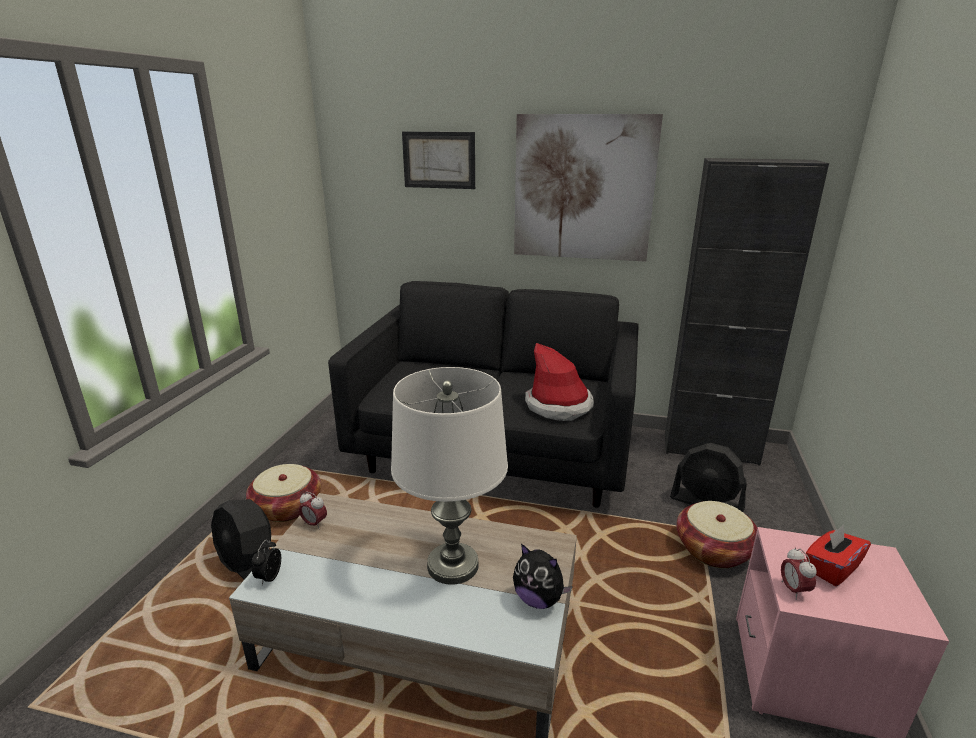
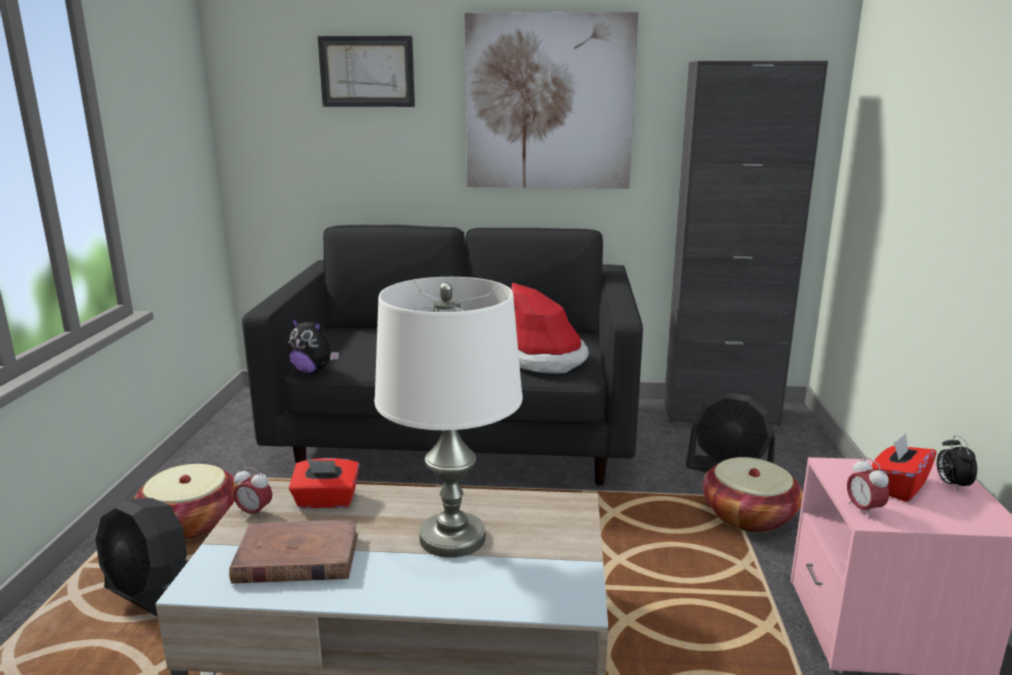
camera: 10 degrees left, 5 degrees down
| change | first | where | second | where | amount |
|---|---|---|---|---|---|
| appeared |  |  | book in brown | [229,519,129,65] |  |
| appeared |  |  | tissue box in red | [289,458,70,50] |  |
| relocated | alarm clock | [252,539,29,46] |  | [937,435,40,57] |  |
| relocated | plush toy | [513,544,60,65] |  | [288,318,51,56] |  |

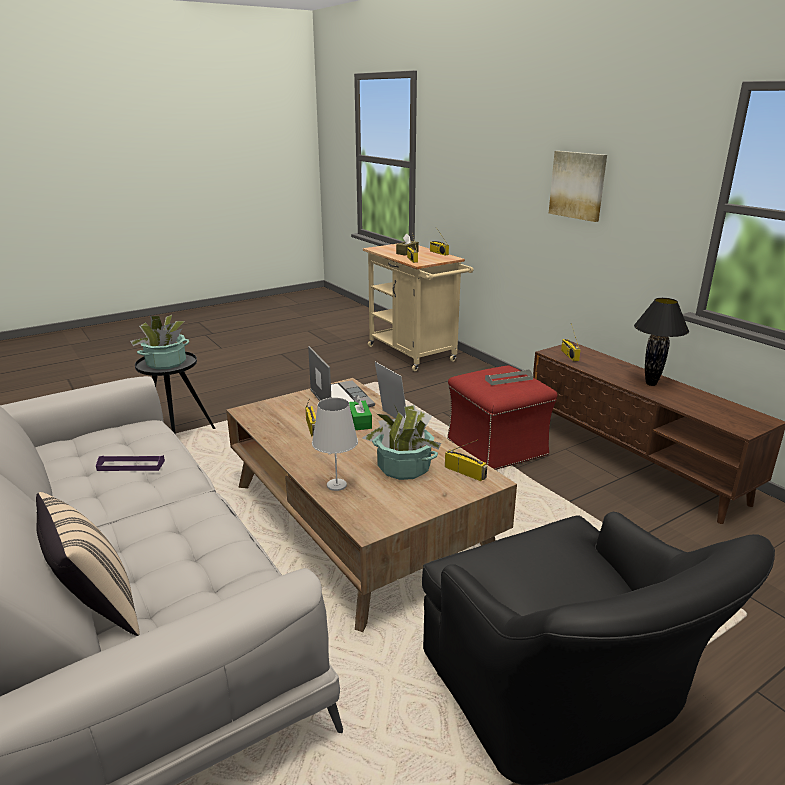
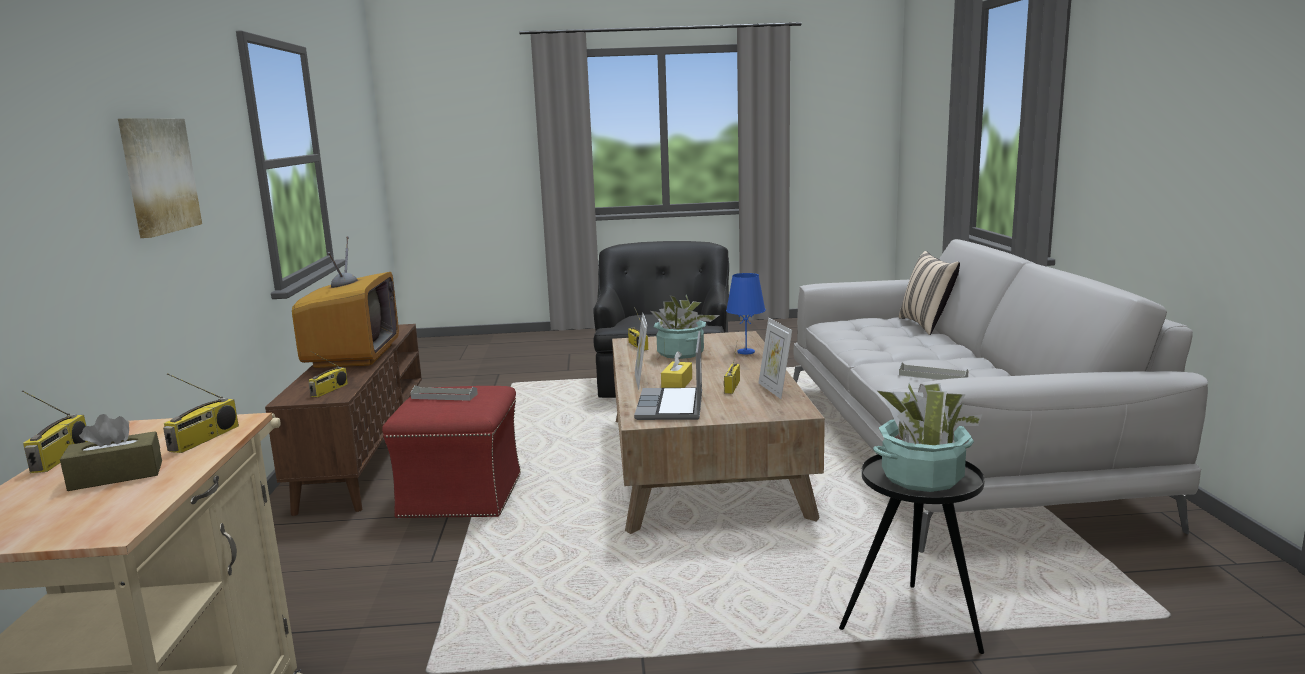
camera: 150 degrees left, 10 degrees down
| change | first | where | second | where | amount |
|---|---|---|---|---|---|
| appeared |  |  | picture frame | [759,318,33,81] |  |
| exchanged | table lamp in black | [634,298,55,88] | television | [292,236,107,132] |  |
| colour | tray in purple | [96,455,69,16] | tray in grey | [899,362,69,18] |  |
| colour | table lamp in white | [312,397,46,94] | table lamp in blue | [726,273,40,81] |  |
| colour | tissue box in green | [349,395,23,35] | tissue box in yellow | [661,351,31,37] |  |

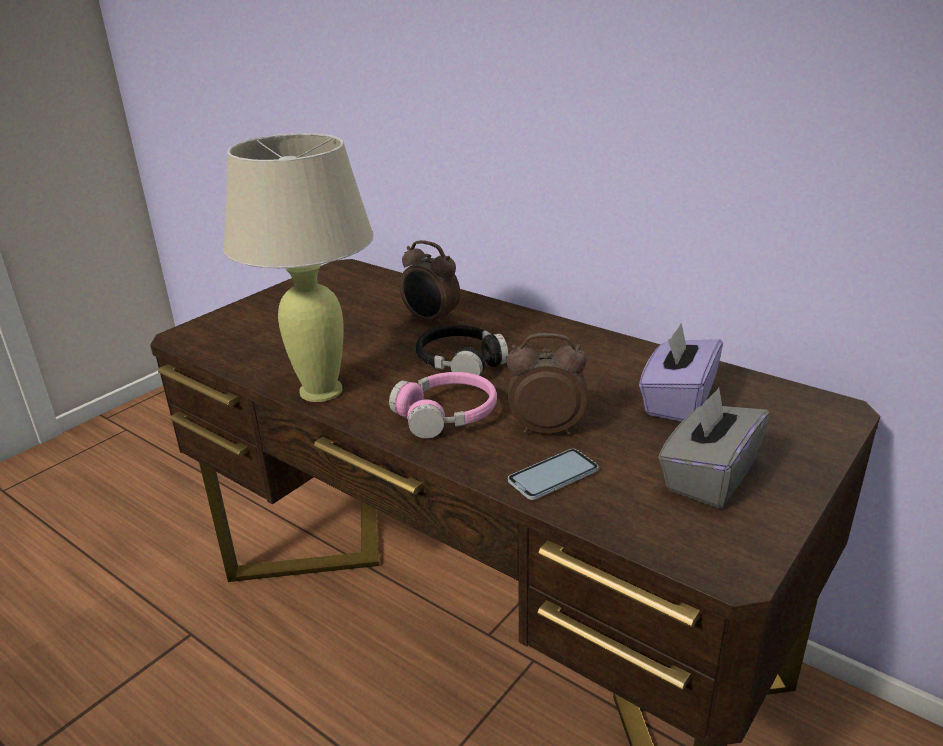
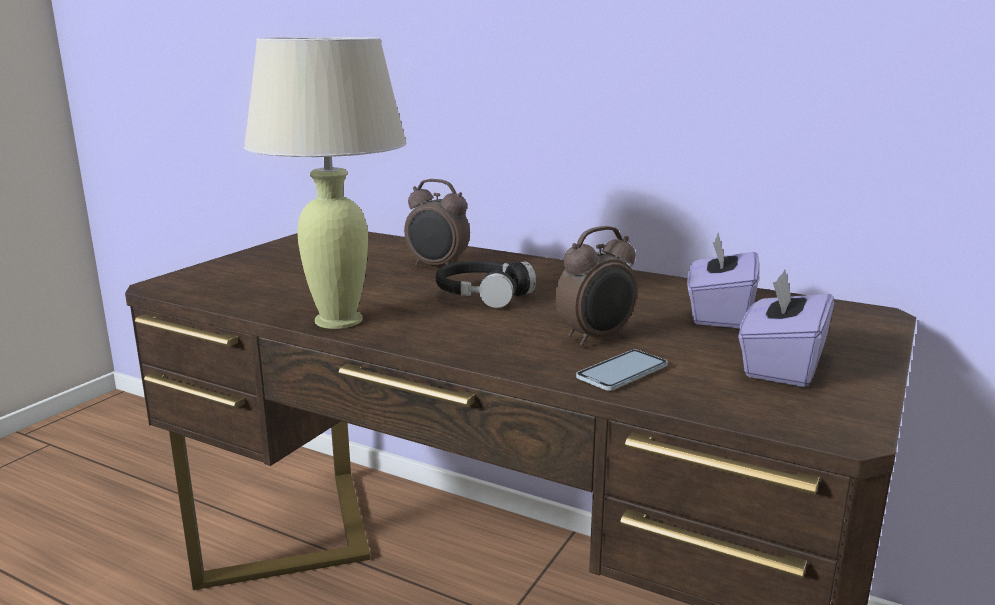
camera: 10 degrees left, 10 degrees down
| change | first | where | second | where | amount |
|---|---|---|---|---|---|
| missing | headphones in pink | [389,372,108,67] |  |  |  |
| colour | tissue box in grey | [658,388,112,120] | tissue box in purple | [738,270,96,117] |  |
| spun | alarm clock | [507,333,80,102] |  | [555,226,83,120] | 150 degrees clockwise |

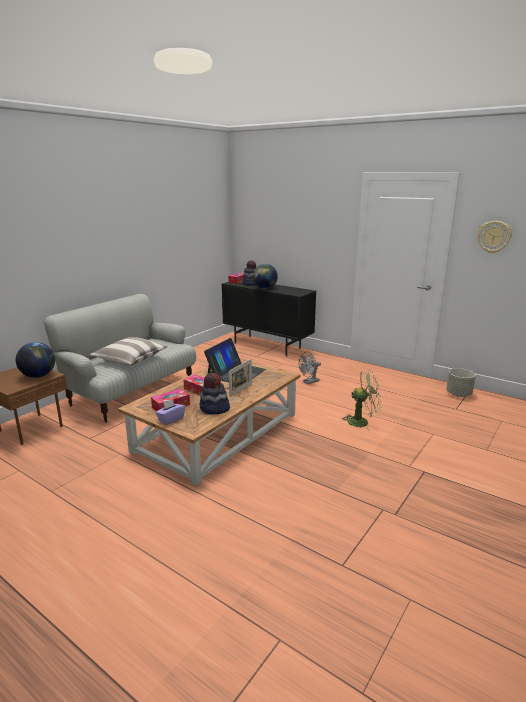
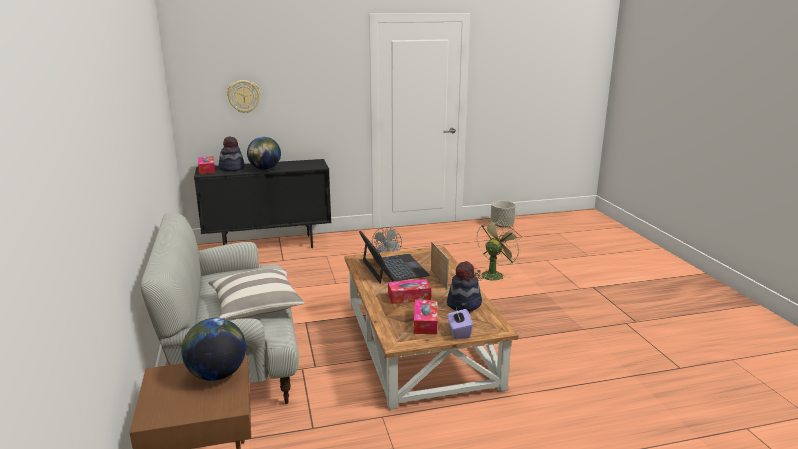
camera: 50 degrees left, 0 degrees up
| change | first | where | second | where | amount |
|---|---|---|---|---|---|
| relocated | wall clock | [477,221,35,32] |  | [227,80,34,33] |  |

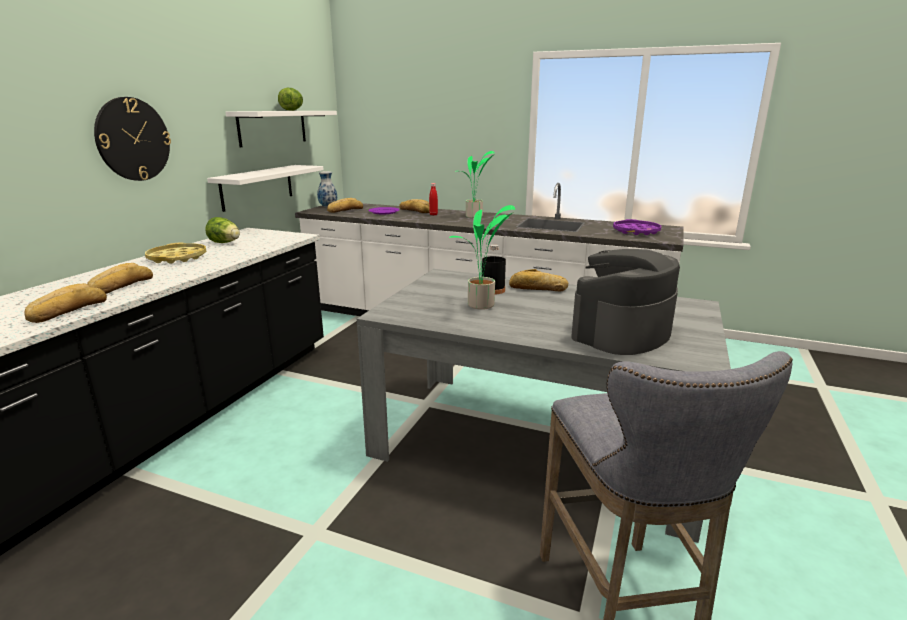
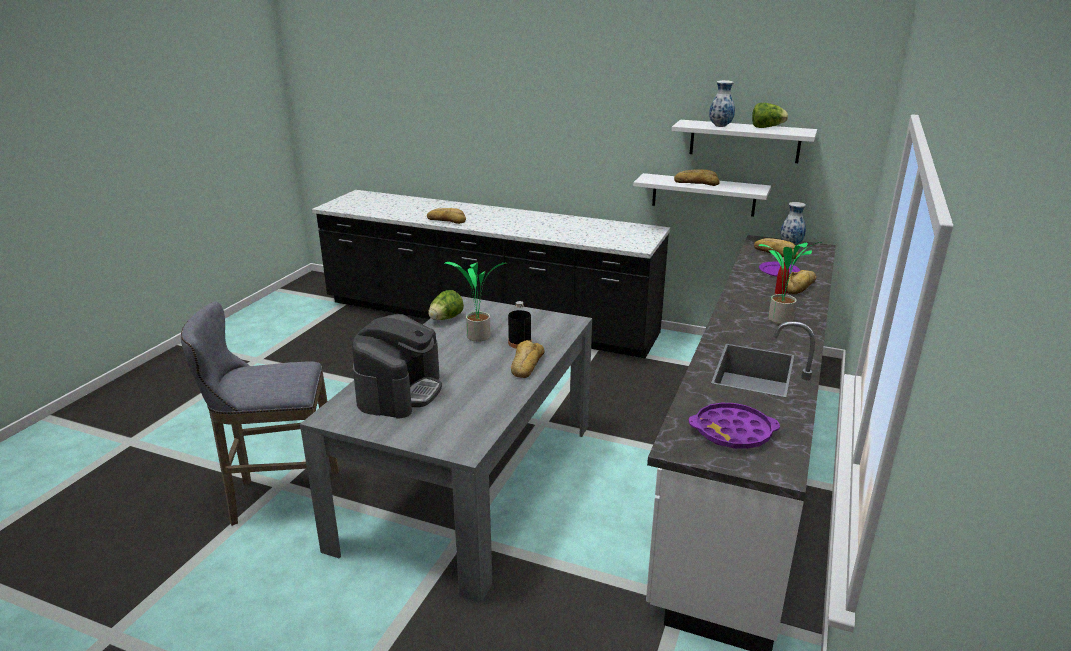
camera: 90 degrees right, 5 degrees up
| change | first | where | second | where | amount |
|---|---|---|---|---|---|
| missing | wall clock | [94,97,77,84] |  |  |  |
| missing | tray in yellow | [145,242,61,21] |  |  |  |
| appeared |  |  | vase | [709,80,26,47] |  |
| relocated | bread | [87,263,66,31] |  | [674,169,46,17] |  |
| relocated | lettuce | [205,217,35,26] |  | [428,290,36,30] |  |
| spun | coffee machine | [571,249,109,106] |  | [352,314,90,104] | 60 degrees clockwise |

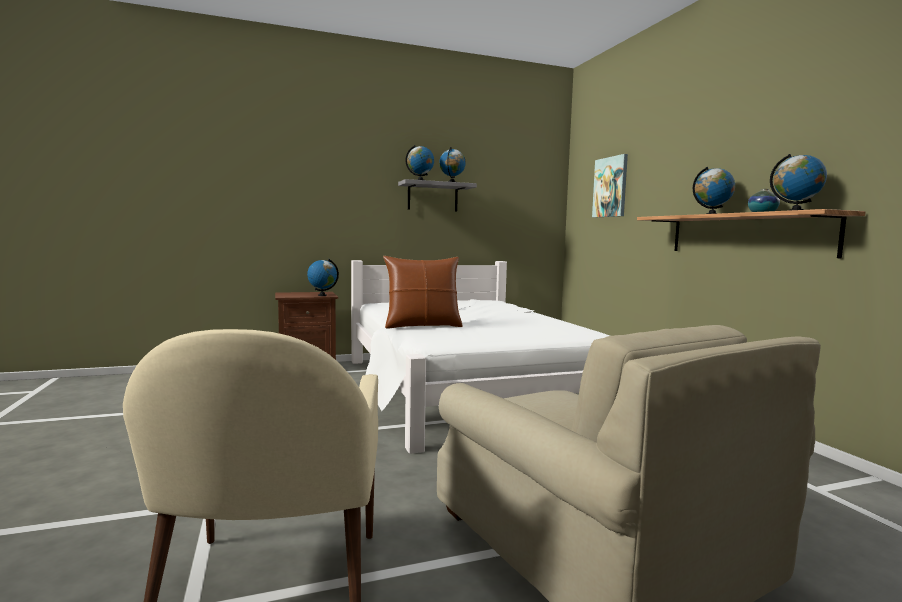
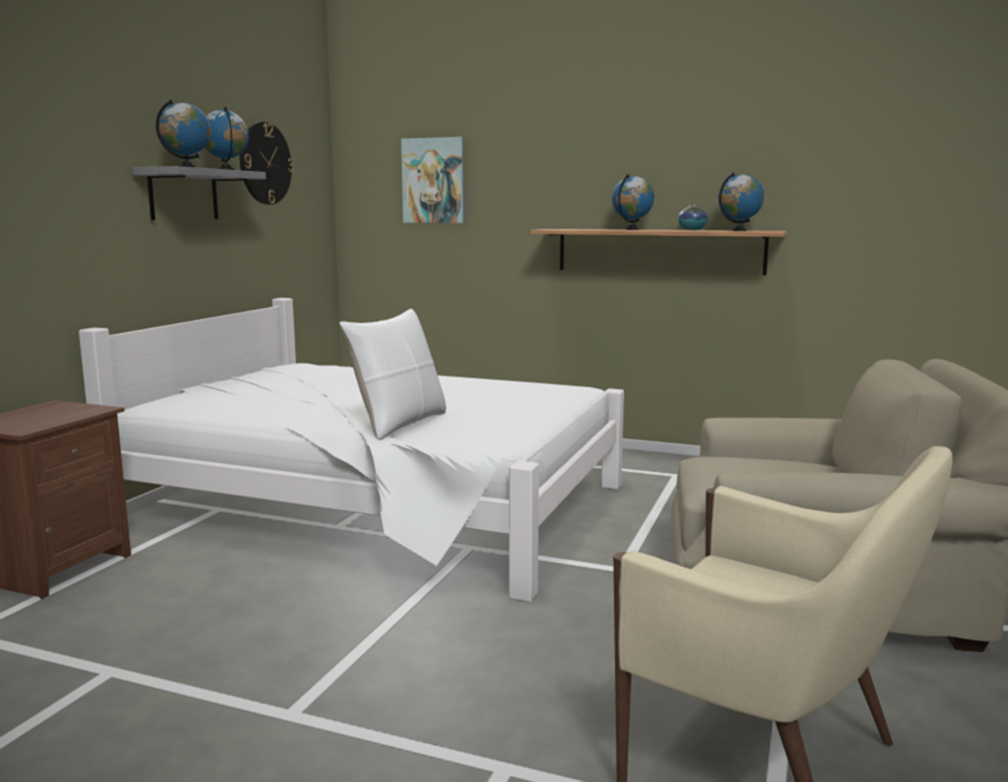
camera: 50 degrees left, 5 degrees up
| change | first | where | second | where | amount |
|---|---|---|---|---|---|
| missing | globe | [307,259,32,37] |  |  |  |
| appeared |  |  | wall clock | [240,122,54,83] |  |
| colour | pillow in brown | [383,256,80,73] | pillow in white | [340,309,106,131] |  |

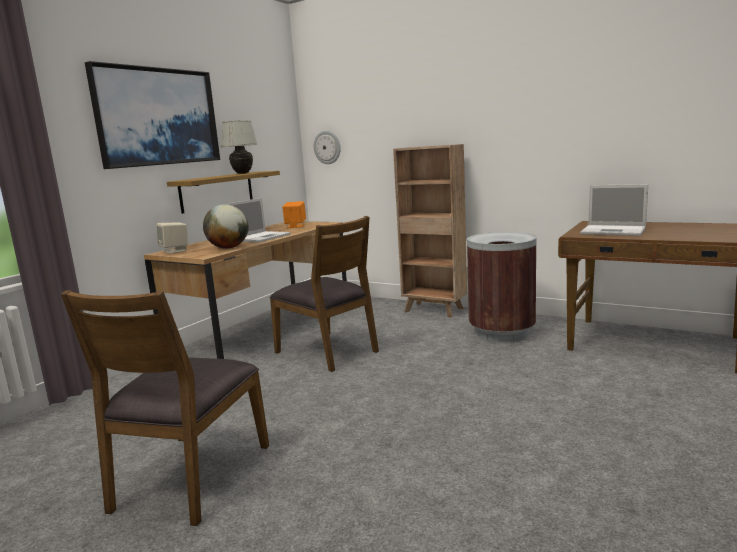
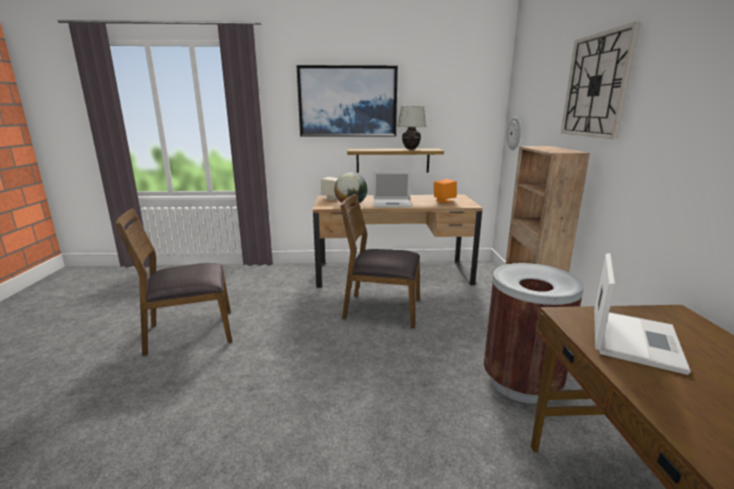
camera: 55 degrees right, 5 degrees up
| change | first | where | second | where | amount |
|---|---|---|---|---|---|
| appeared |  |  | wall clock | [561,22,79,117] |  |
| spun | chair in brown | [270,216,109,156] |  | [340,193,80,135] | 90 degrees clockwise |
| spun | laptop | [580,184,68,52] |  | [594,253,97,122] | 150 degrees counterclockwise |

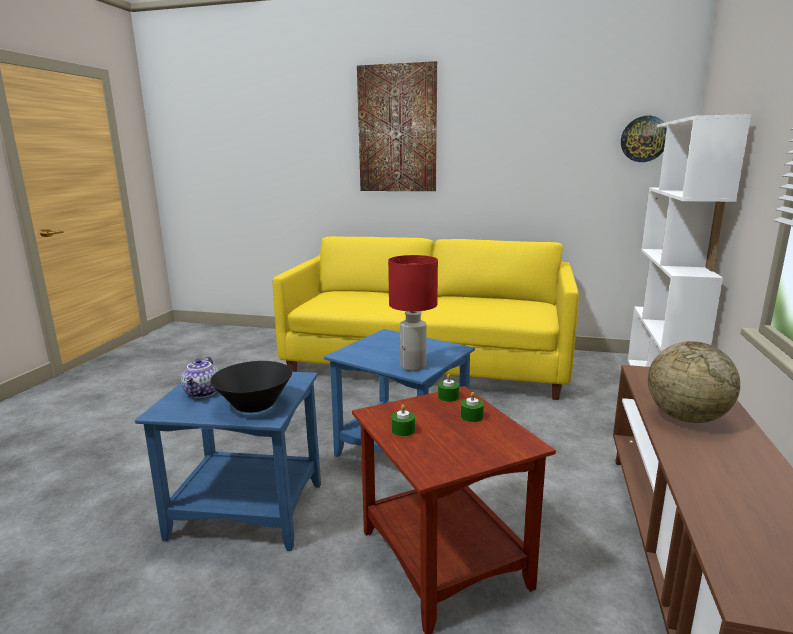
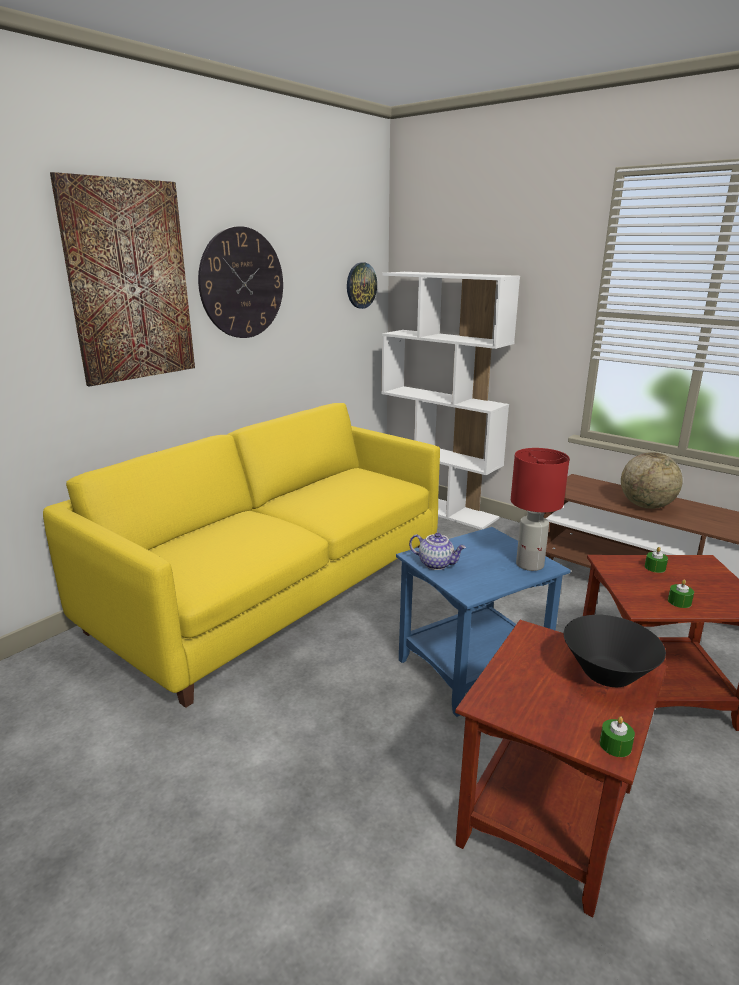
camera: 65 degrees left, 5 degrees up
| change | first | where | second | where | amount |
|---|---|---|---|---|---|
| appeared |  |  | wall clock | [198,226,85,112] |  |
| relocated | teapot | [181,356,38,42] |  | [409,533,57,37] |  |
| relocated | candle in green | [438,374,21,28] |  | [600,716,35,41] |  |
| colour | side table in blue | [135,369,186,182] | side table in brown | [455,620,212,297] |  |

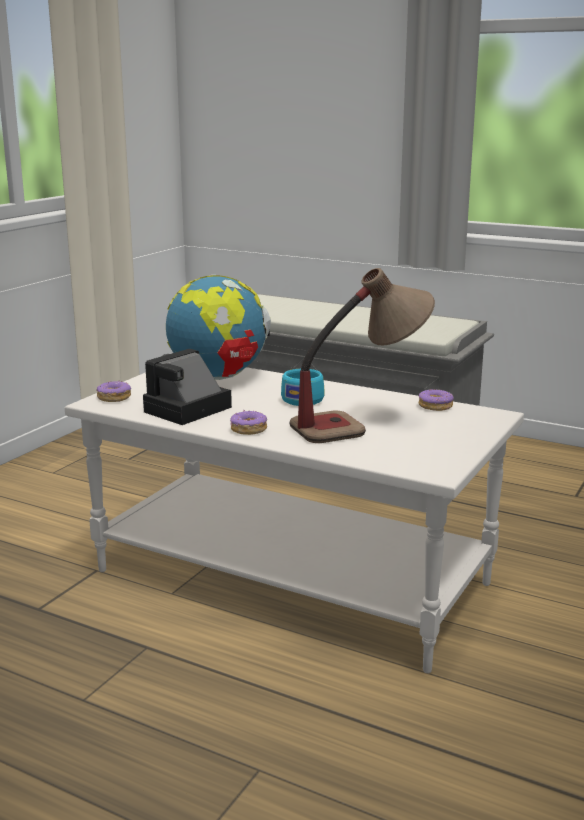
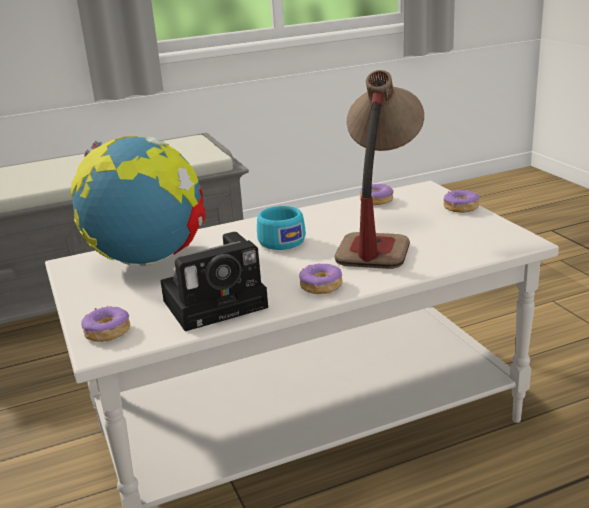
camera: 50 degrees left, 5 degrees up
| change | first | where | second | where | amount |
|---|---|---|---|---|---|
| appeared |  |  | donut | [443,190,36,23] |  |
| spun | photo camera | [143,349,89,76] |  | [161,232,107,99] | 105 degrees counterclockwise |

